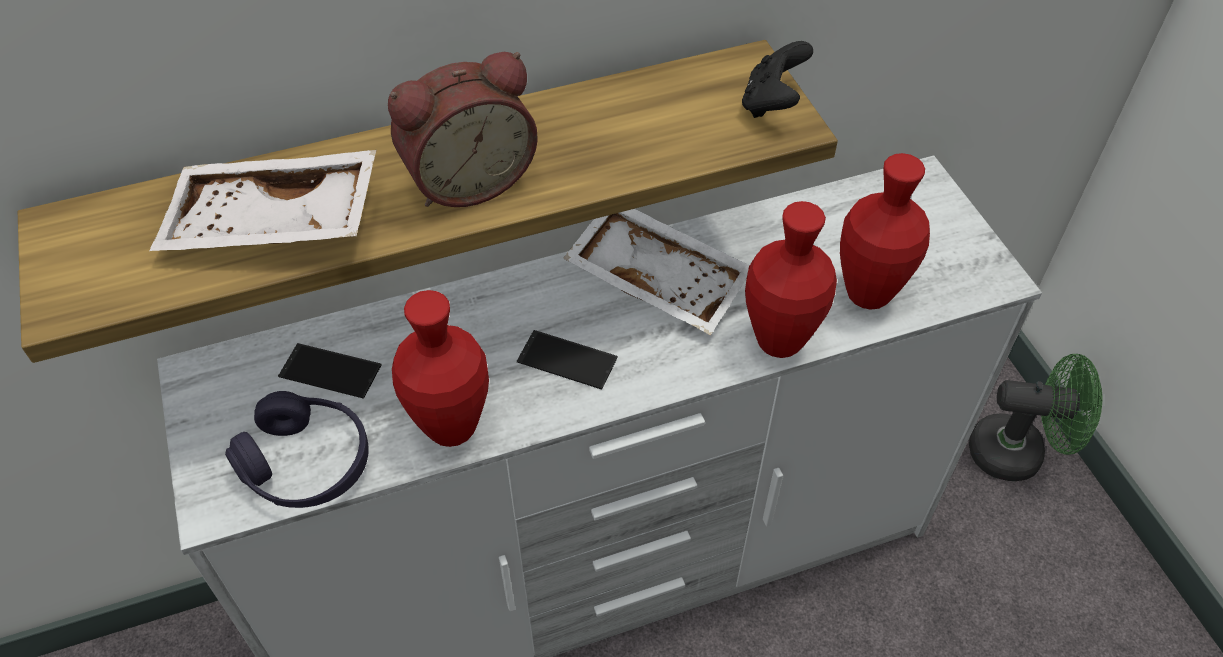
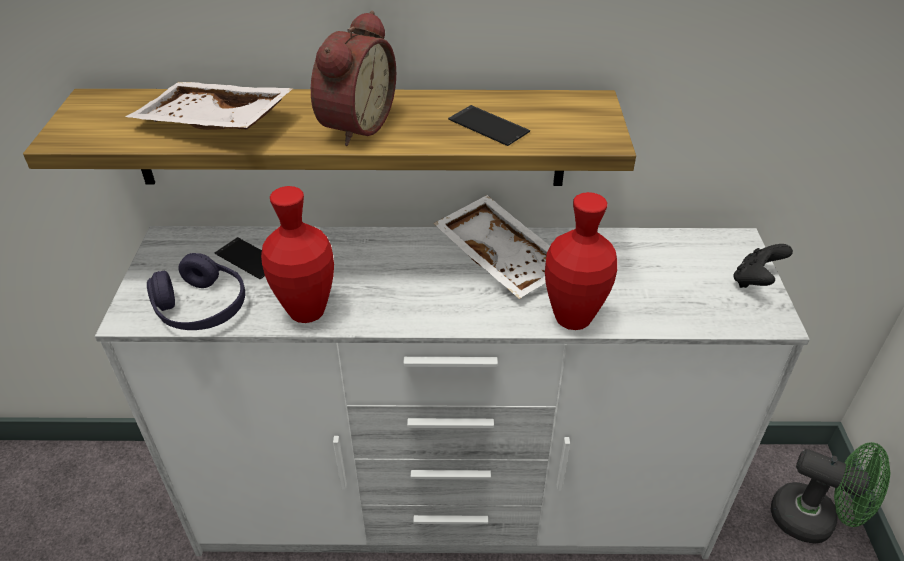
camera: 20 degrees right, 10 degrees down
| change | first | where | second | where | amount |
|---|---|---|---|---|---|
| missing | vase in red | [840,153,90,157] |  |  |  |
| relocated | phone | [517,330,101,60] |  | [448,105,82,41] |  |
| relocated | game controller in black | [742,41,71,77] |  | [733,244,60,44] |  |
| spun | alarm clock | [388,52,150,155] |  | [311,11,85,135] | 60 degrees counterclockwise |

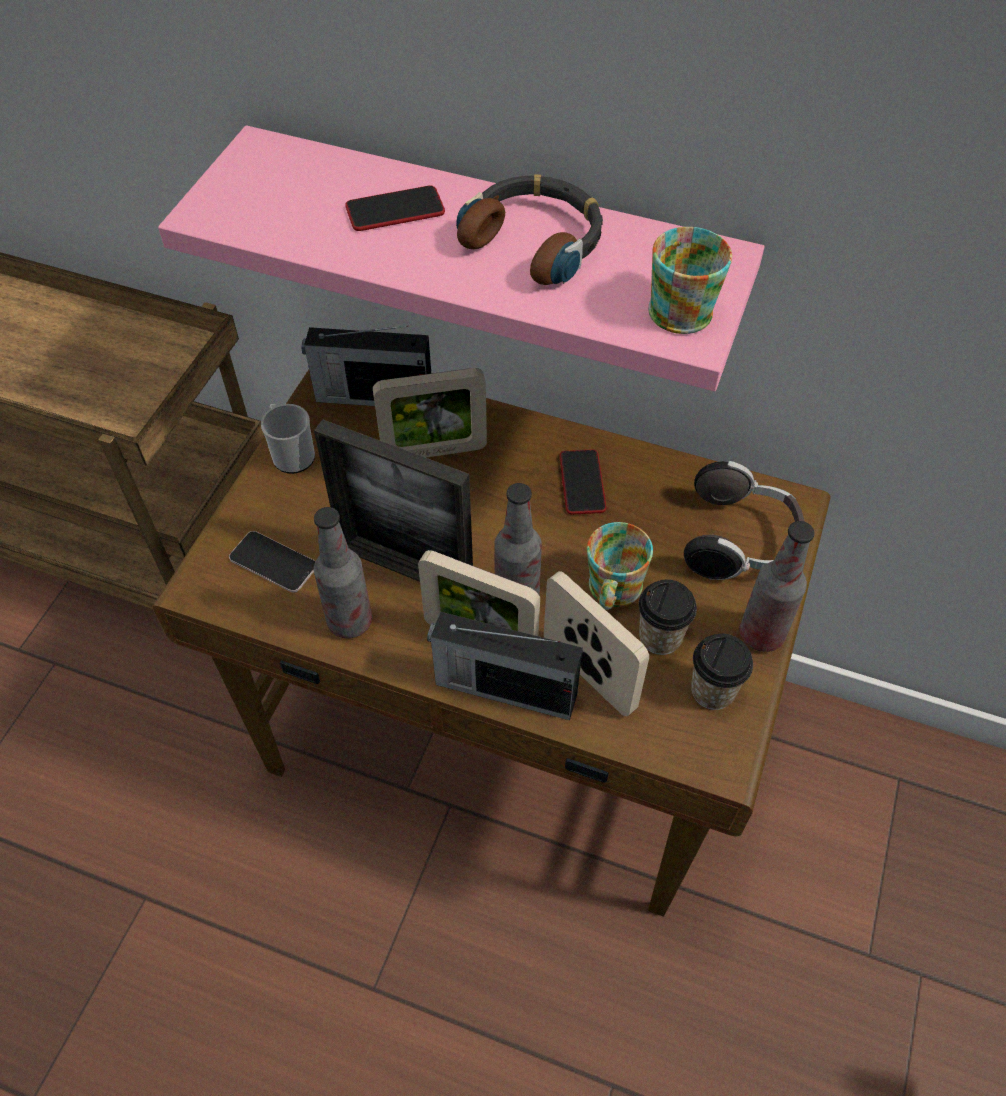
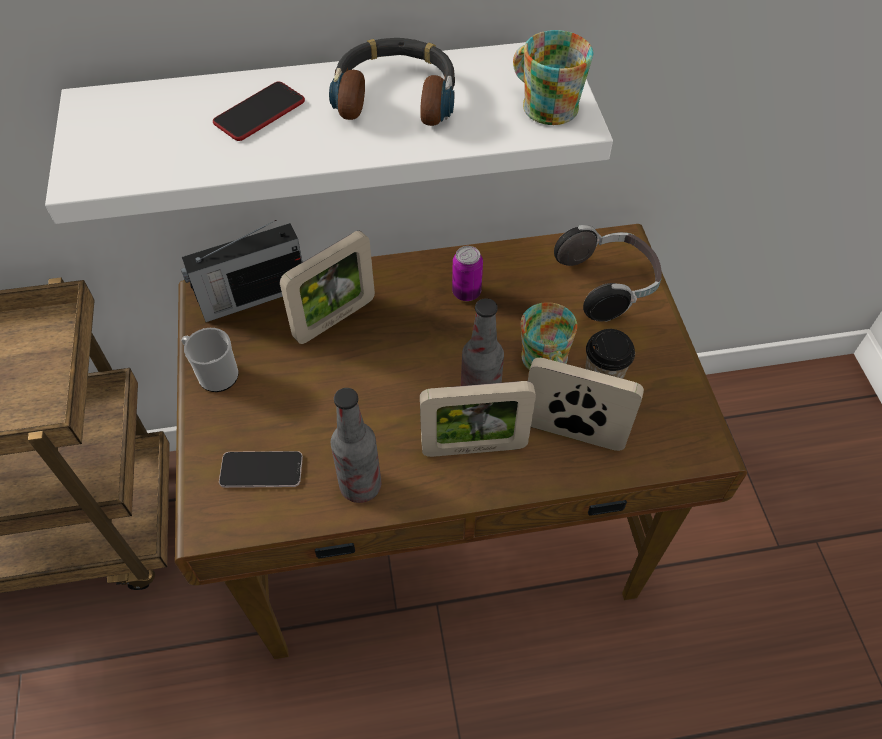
camera: 30 degrees left, 0 degrees up
| change | first | where | second | where | amount |
|---|---|---|---|---|---|
| missing | picture frame | [314,419,159,163] |  |  |  |
| missing | radio | [427,612,156,108] |  |  |  |
| missing | cup | [691,634,62,76] |  |  |  |
| missing | bottle | [740,521,75,131] |  |  |  |
| exchanged | phone | [560,449,46,66] | can | [452,246,31,55] |  |
| colour | shelf in pink | [158,125,606,266] | shelf in white | [45,42,568,182] |  |

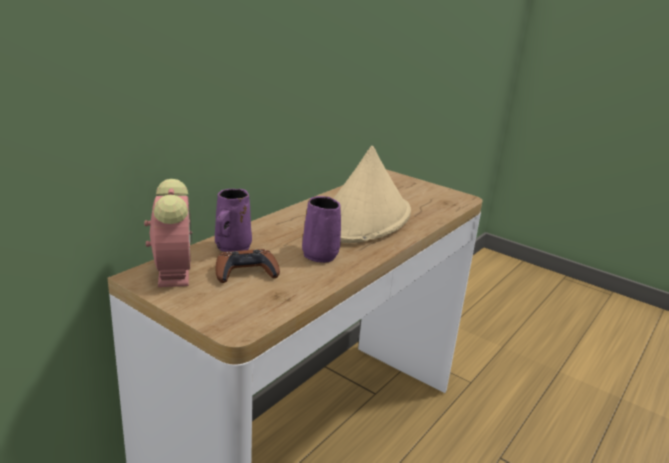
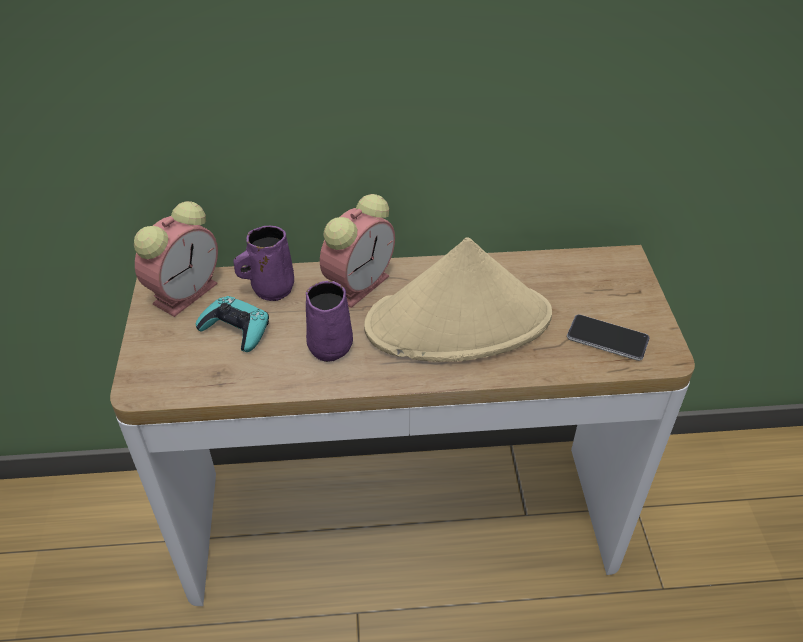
camera: 50 degrees right, 20 degrees up
| change | first | where | second | where | amount |
|---|---|---|---|---|---|
| appeared |  |  | alarm clock | [320,194,75,114] |  |
| appeared |  |  | phone | [567,314,83,47] |  |
| colour | game controller in brown | [215,249,65,34] | game controller in turquoise | [196,296,73,56] |  |

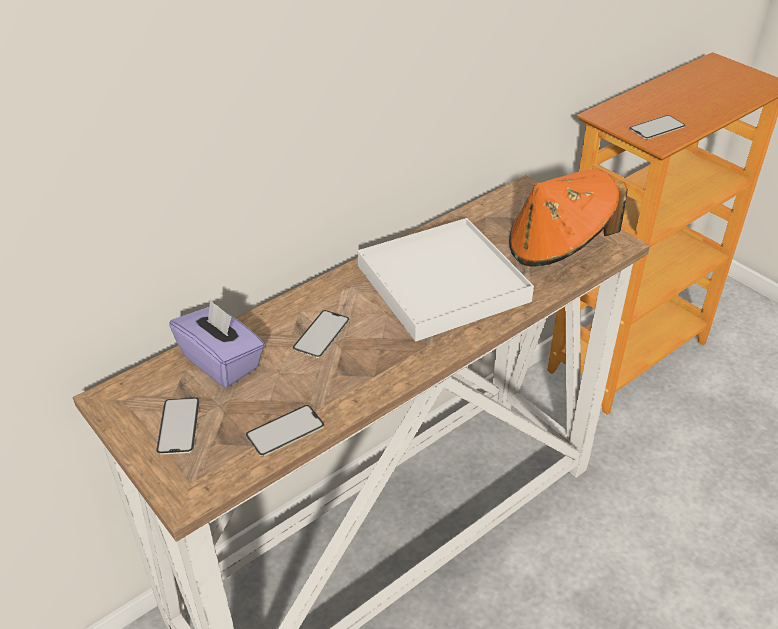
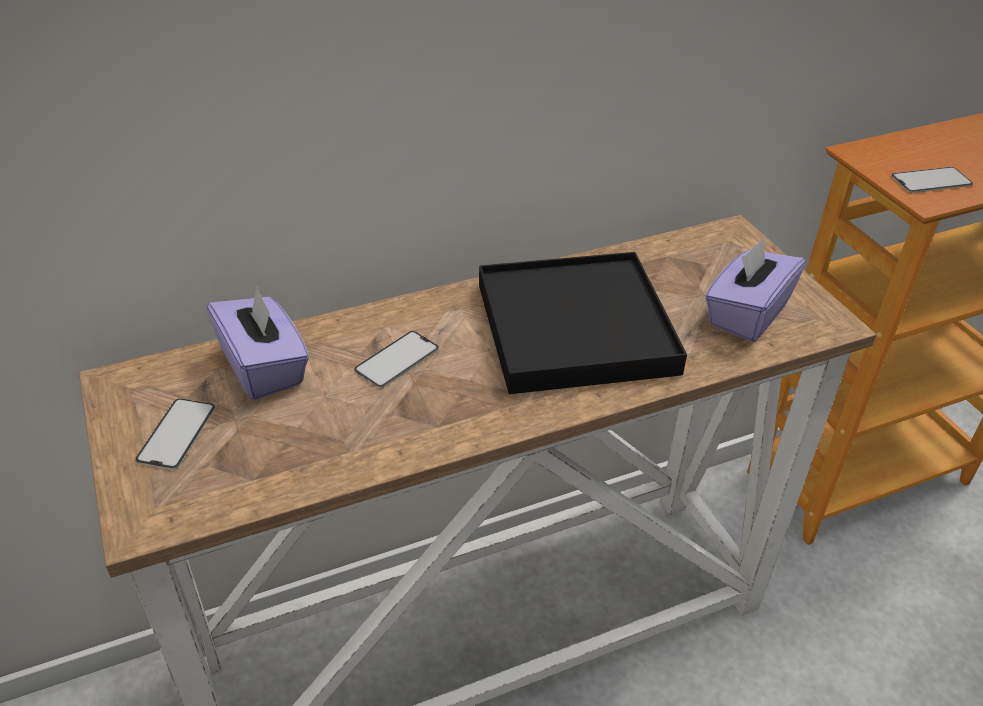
camera: 15 degrees right, 0 degrees up
| change | first | where | second | where | amount |
|---|---|---|---|---|---|
| missing | phone | [246,405,78,51] |  |  |  |
| exchanged | hat in orange | [509,170,119,96] | tissue box in purple | [705,237,100,105] |  |
| colour | tray in white | [357,218,177,124] | tray in black | [479,252,208,142] |  |

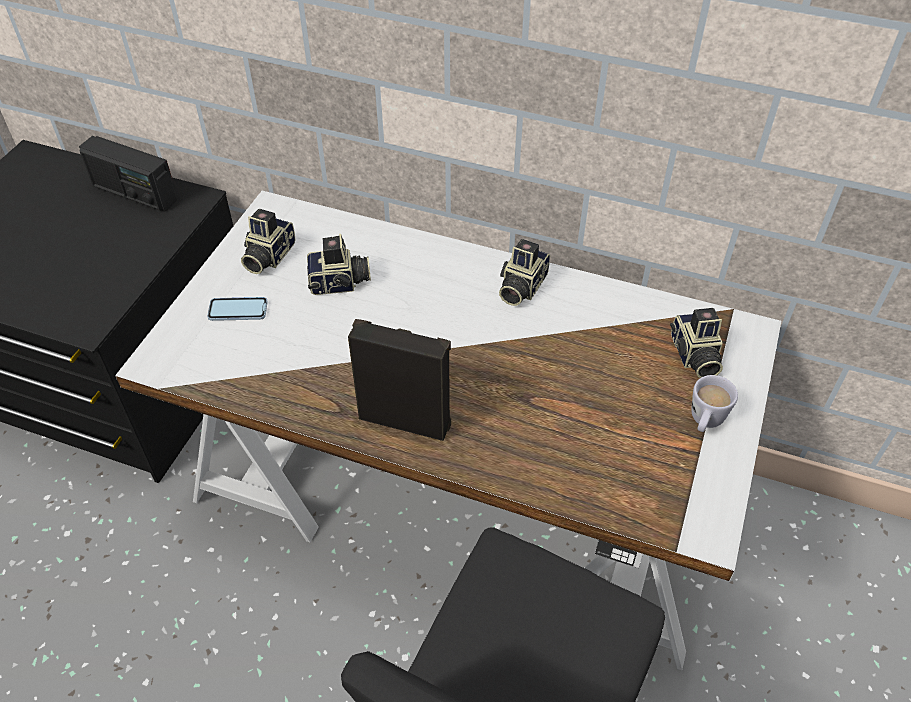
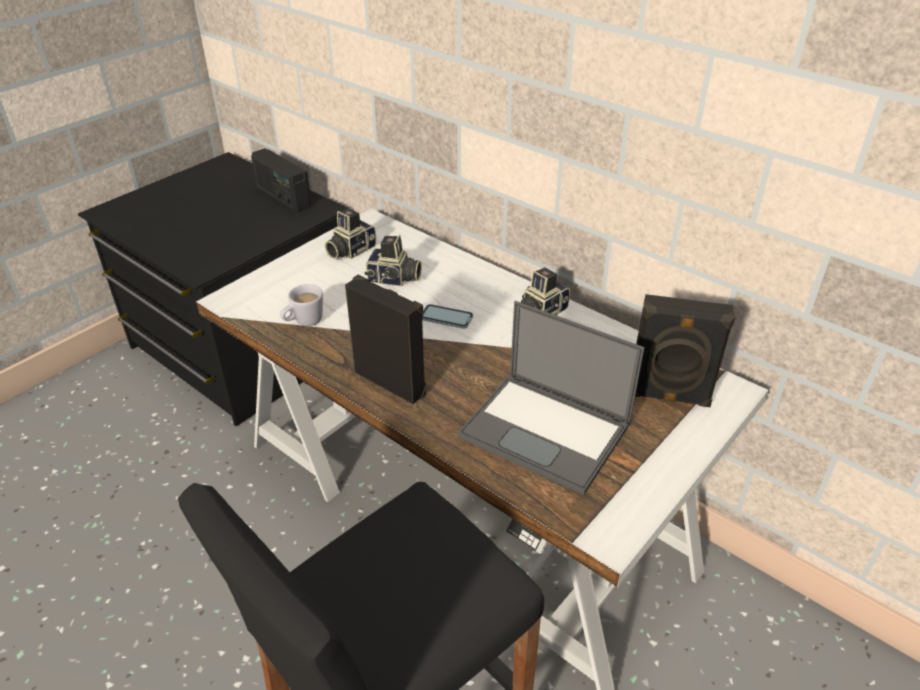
camera: 20 degrees right, 10 degrees down
| change | first | where | second | where | amount |
|---|---|---|---|---|---|
| appeared |  |  | laptop | [458,301,187,194] |  |
| relocated | phone | [207,297,61,24] |  | [422,304,51,25] |  |
| relocated | mug in white | [691,375,47,57] |  | [280,284,43,42] |  |
| exchanged | photo camera | [670,308,53,70] | speaker in black | [635,294,101,113] |  |

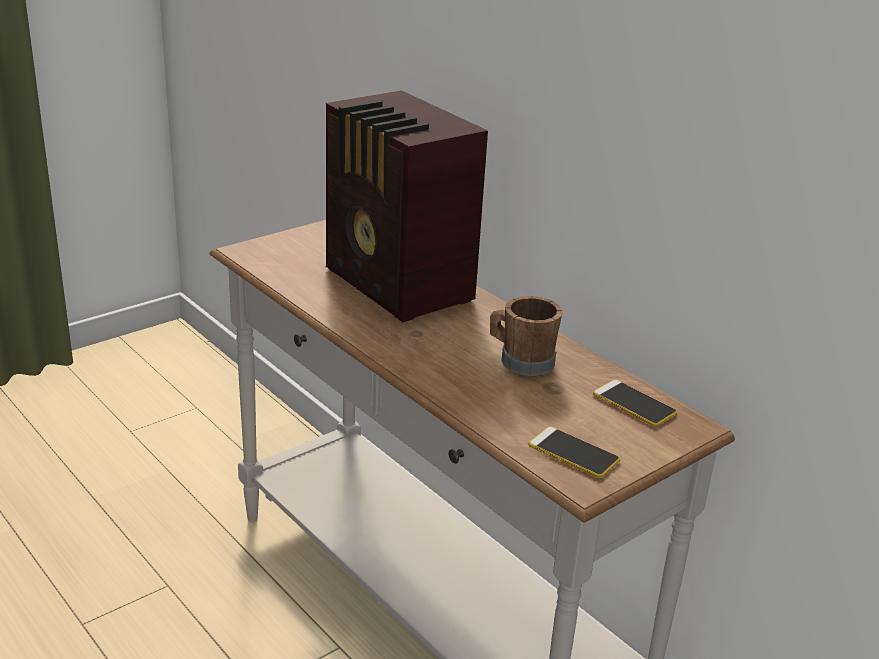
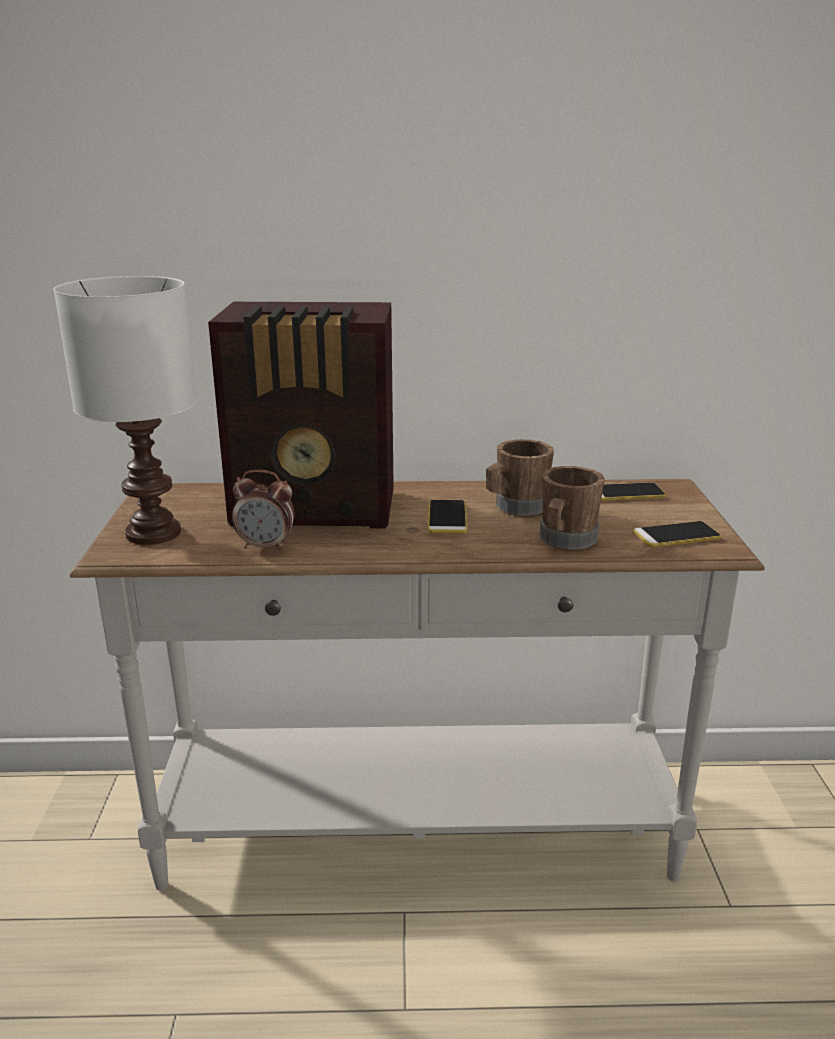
camera: 50 degrees left, 5 degrees down
| change | first | where | second | where | amount |
|---|---|---|---|---|---|
| appeared |  |  | table lamp in white | [53,276,144,269] |  |
| appeared |  |  | alarm clock | [232,469,63,82] |  |
| appeared |  |  | phone | [427,500,41,34] |  |
| appeared |  |  | mug in brown | [540,466,65,84] |  |

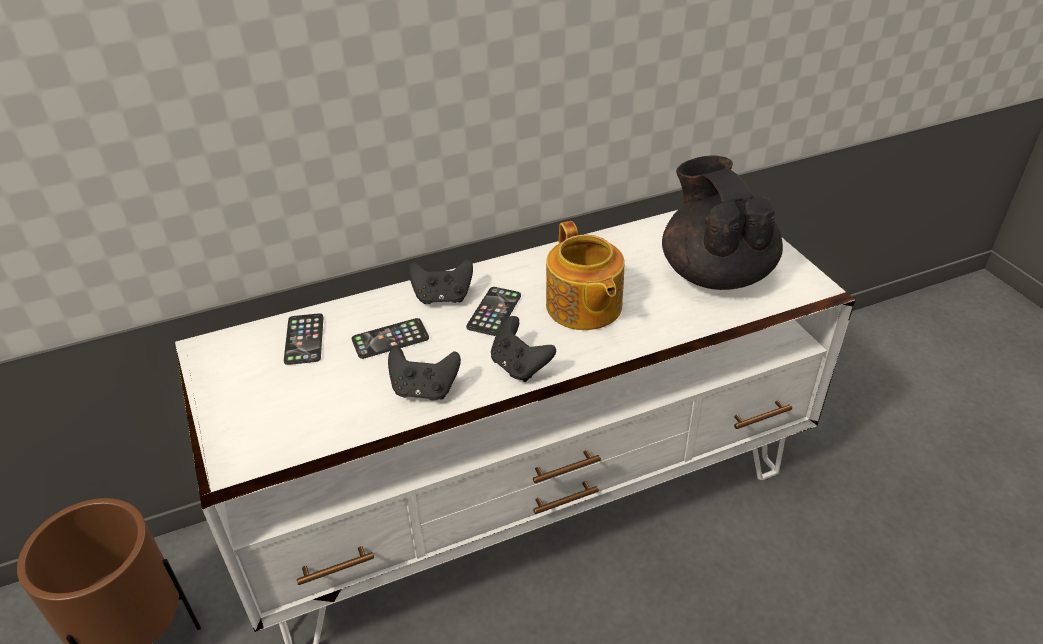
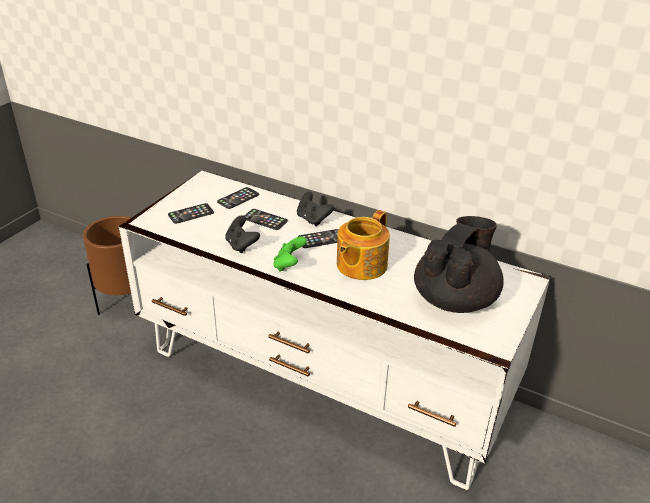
camera: 50 degrees right, 5 degrees down
| change | first | where | second | where | amount |
|---|---|---|---|---|---|
| appeared |  |  | phone | [168,203,46,21] |  |
| colour | game controller in black | [491,316,65,66] | game controller in green | [273,236,34,36] |  |

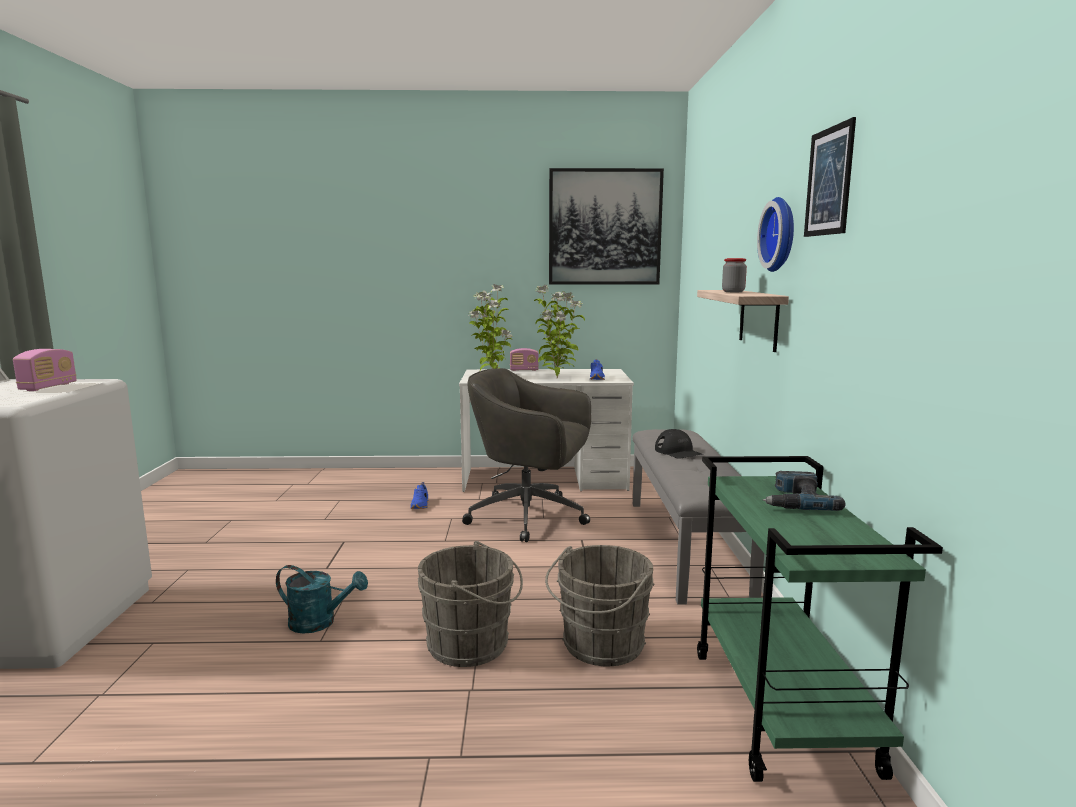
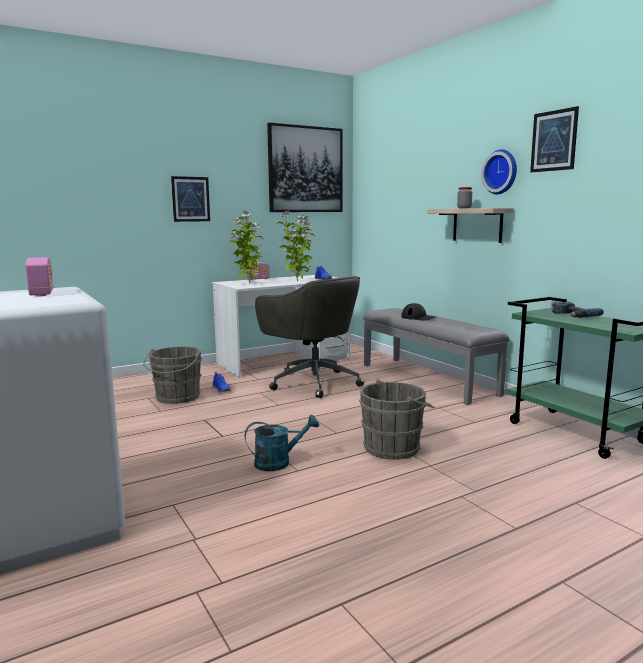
camera: 30 degrees left, 0 degrees up
| change | first | where | second | where | amount |
|---|---|---|---|---|---|
| appeared |  |  | picture | [171,176,39,46] |  |
| relocated | bucket in grey | [545,545,109,122] |  | [143,347,59,57] |  |
| spun | office chair in grey | [462,368,129,174] |  | [255,276,109,122] | 120 degrees counterclockwise |

